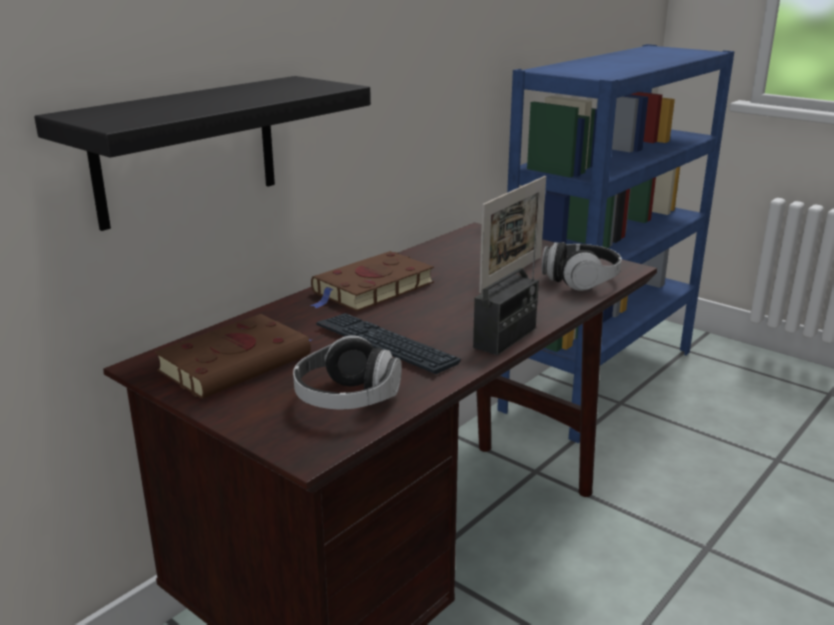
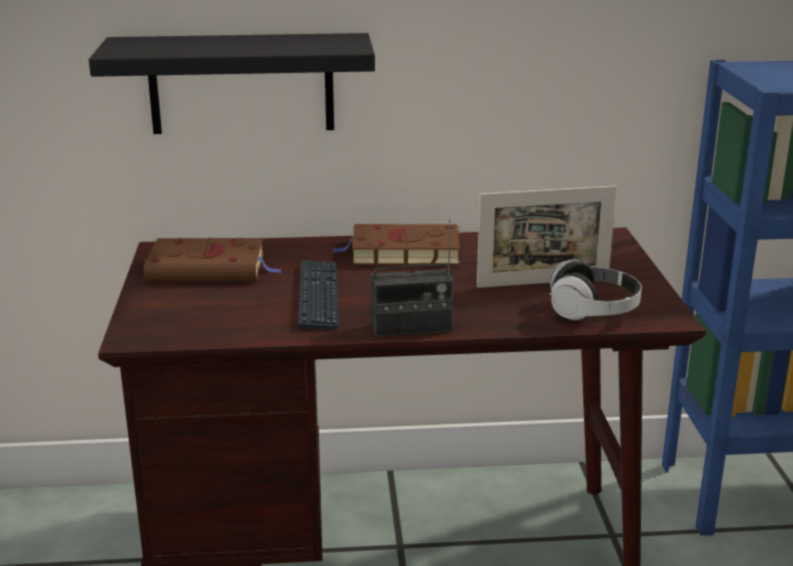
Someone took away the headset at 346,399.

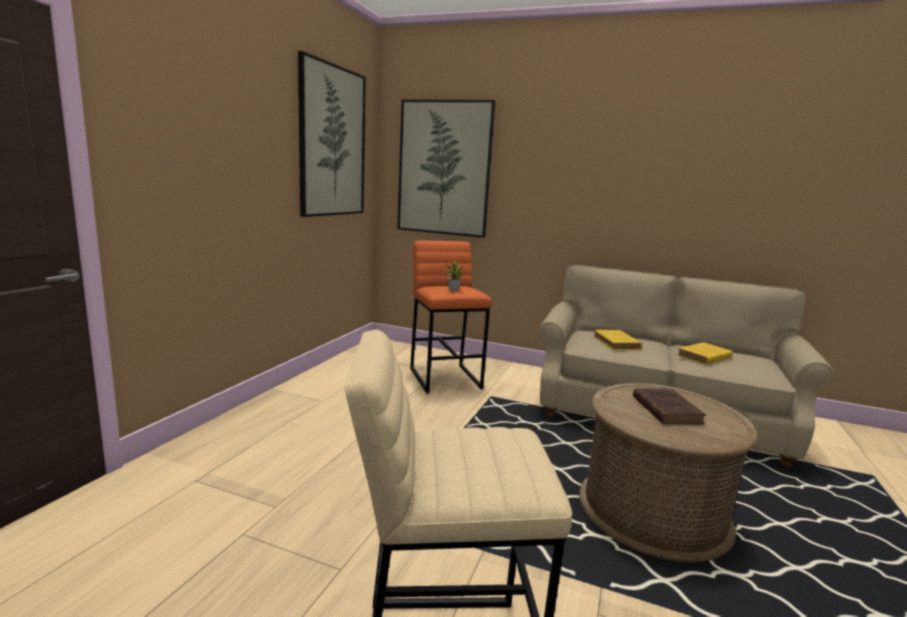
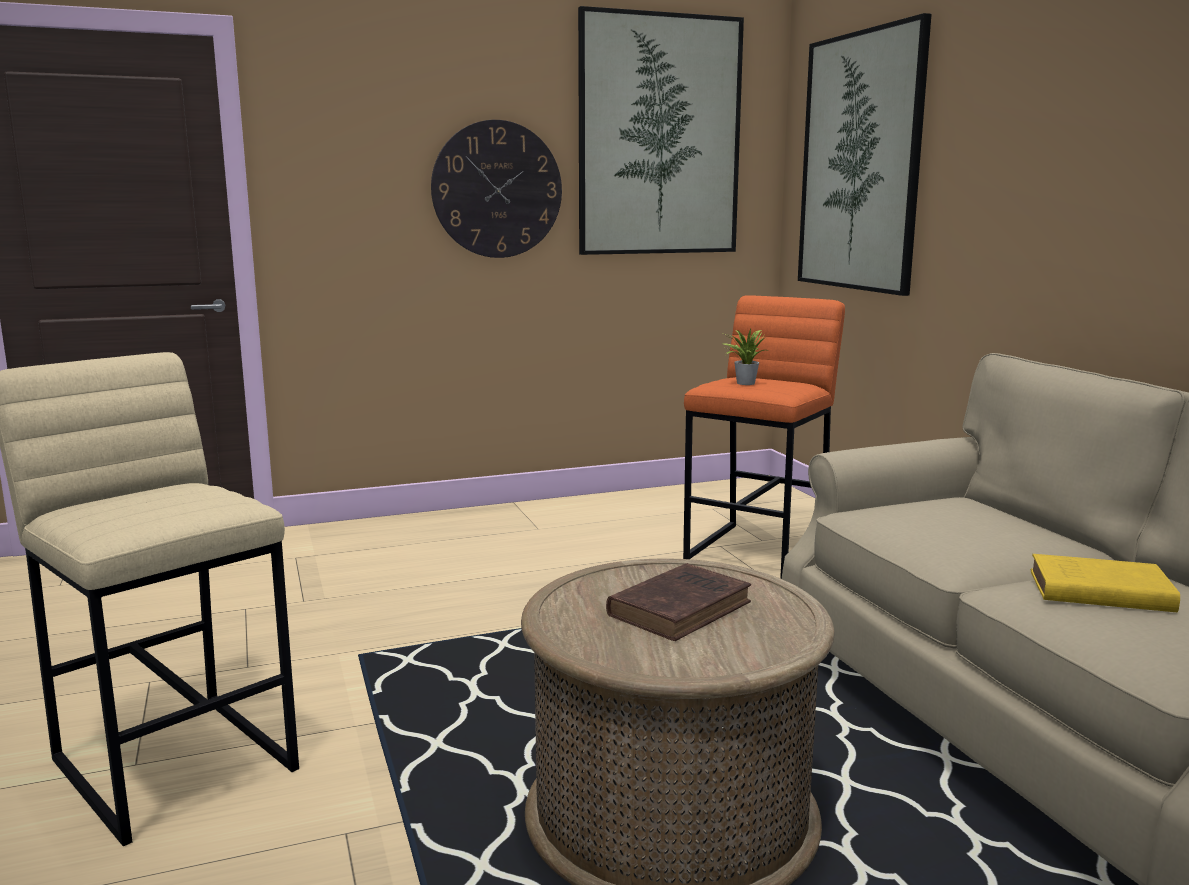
Someone put up the wall clock at 497,189.
Someone took away the yellowish bound book at 617,343.

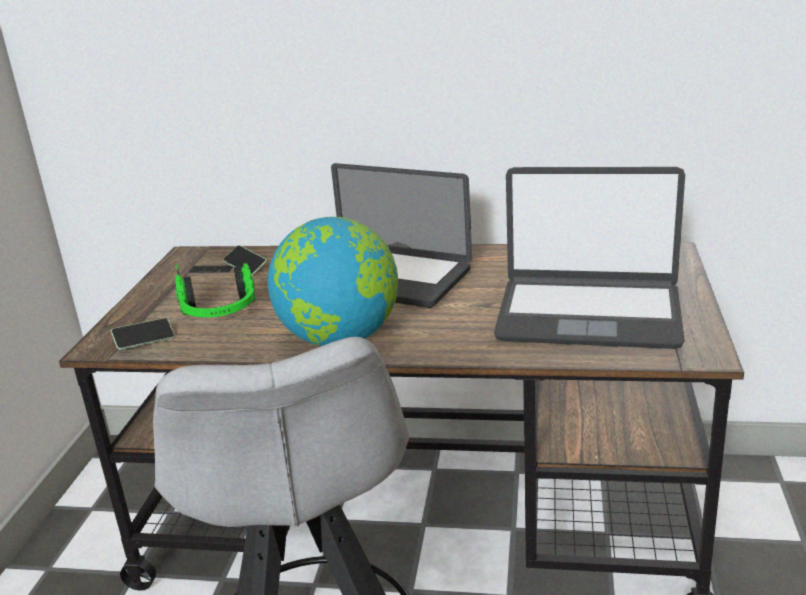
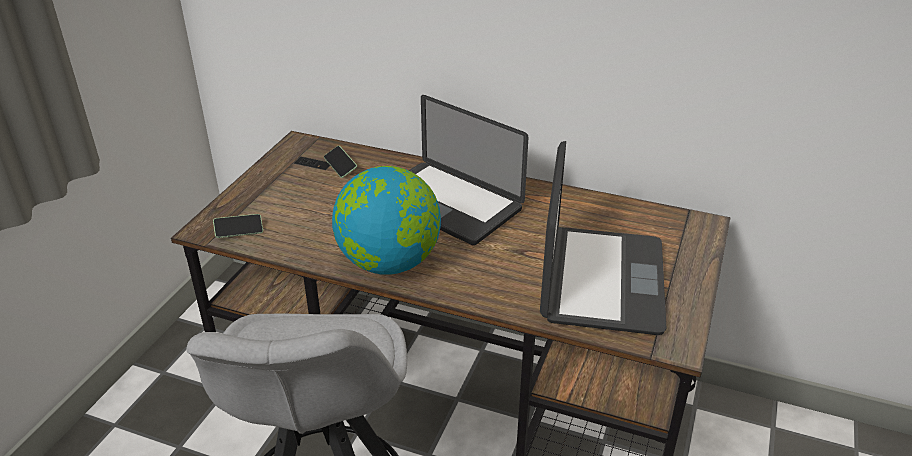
Someone rotated the notebook computer at 588,314 by 105 degrees counterclockwise.
Someone took away the headset at 220,314.

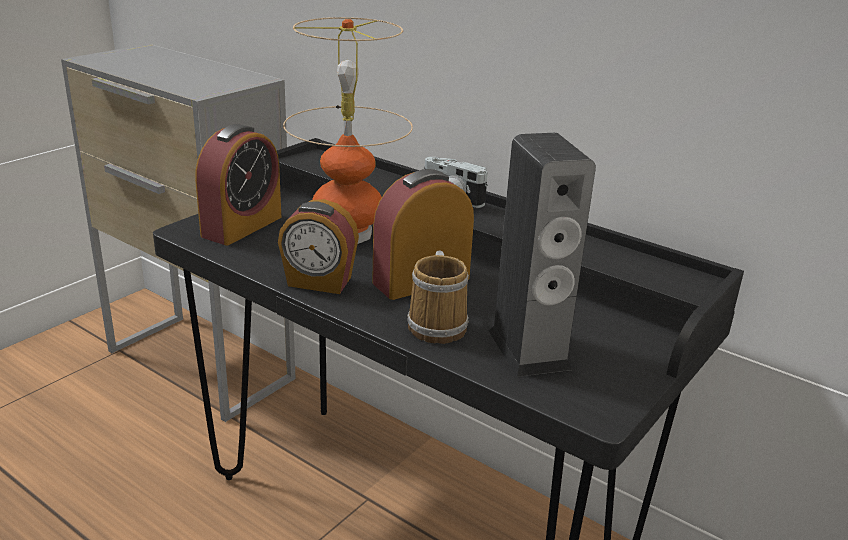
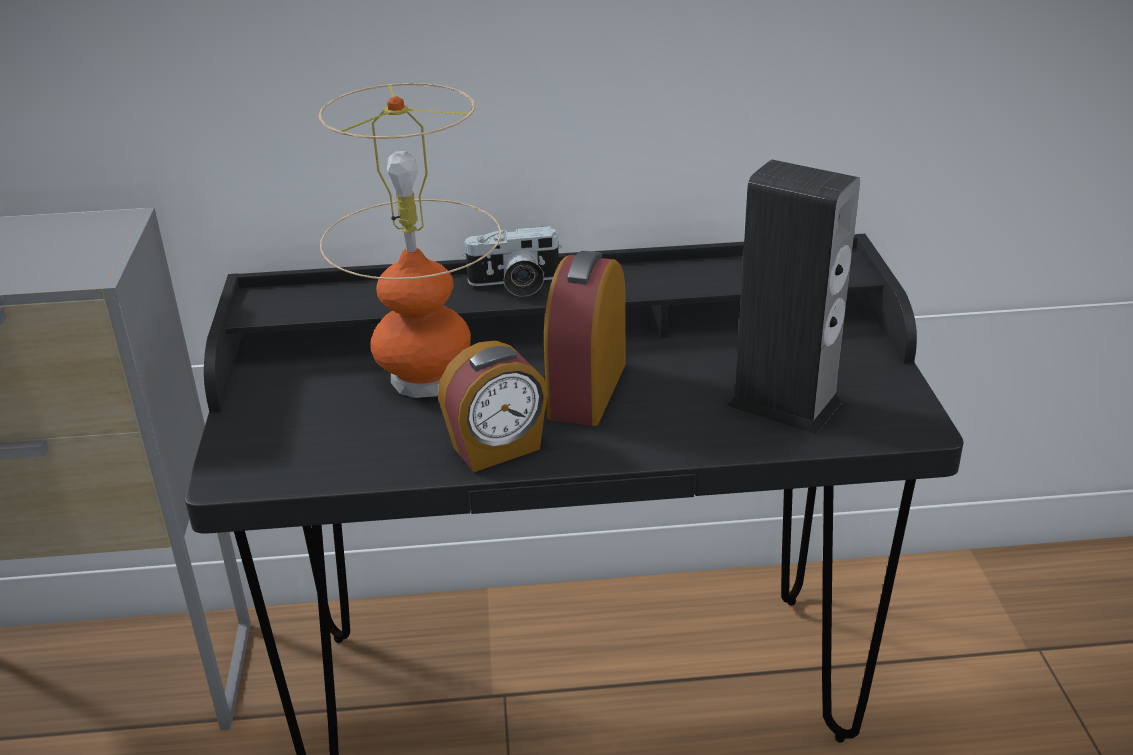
Someone took away the bedside clock at 242,226.
Someone took away the mug at 439,325.

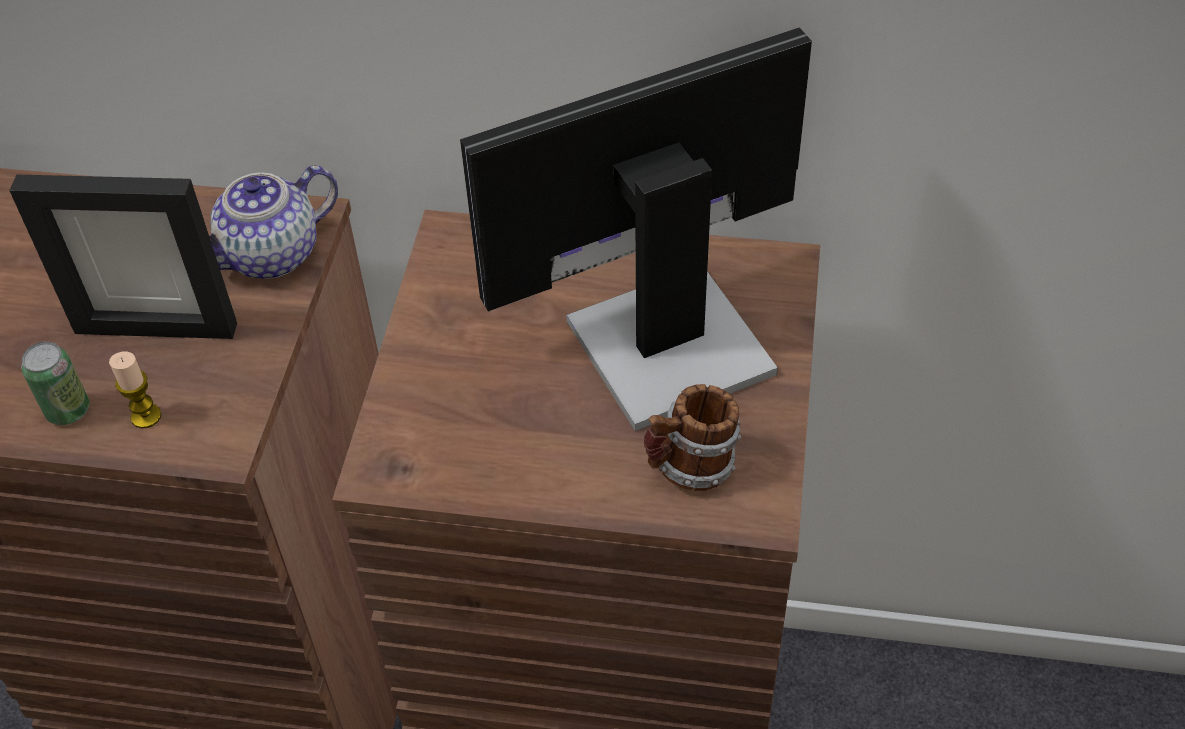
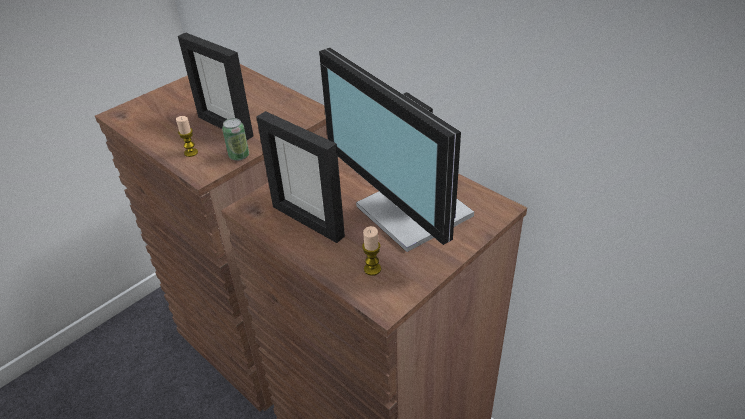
Someone carried the metal can from 68,410 to 239,156.
Someone put down the standing frame at 309,220.
Someone rotated the computer screen at 662,342 by 135 degrees counterclockwise.
Someone swapped the mug at 690,468 for the wax light at 372,269.
Someone took away the teapot at 273,254.

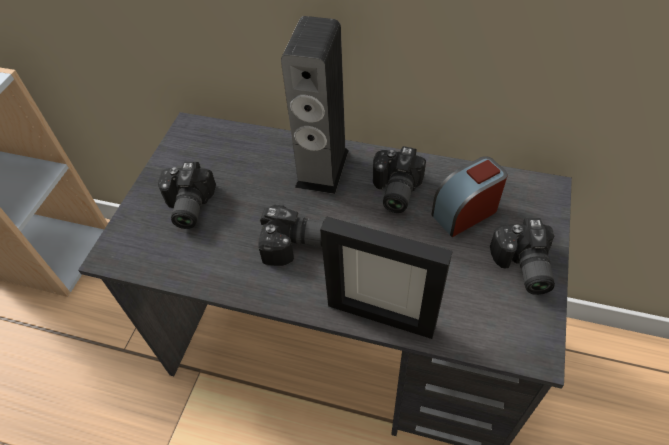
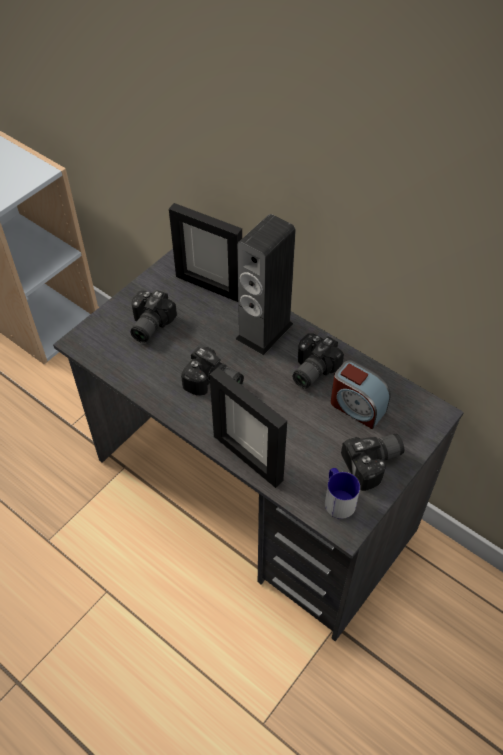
Someone put down the standing frame at 210,285.
Someone put down the mug at 337,499.
Someone rotated the bedside clock at 465,212 by 135 degrees counterclockwise.
Someone rotated the still camera at 521,267 by 135 degrees counterclockwise.

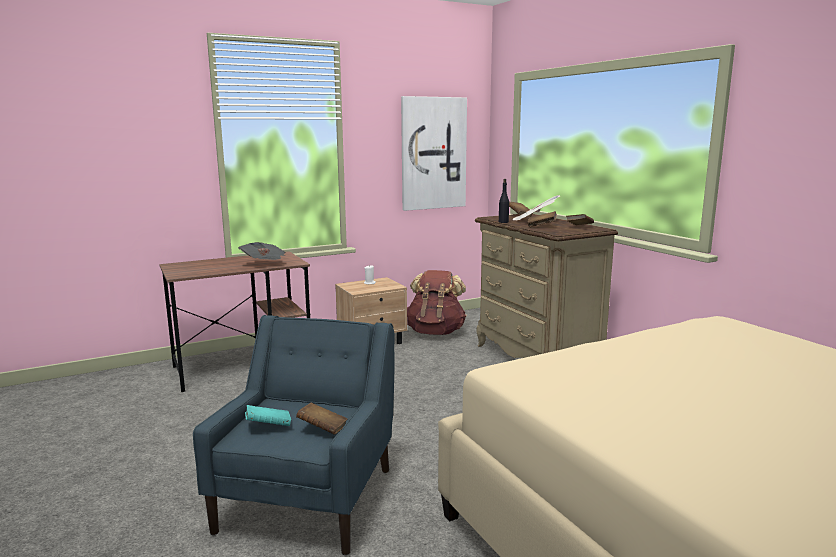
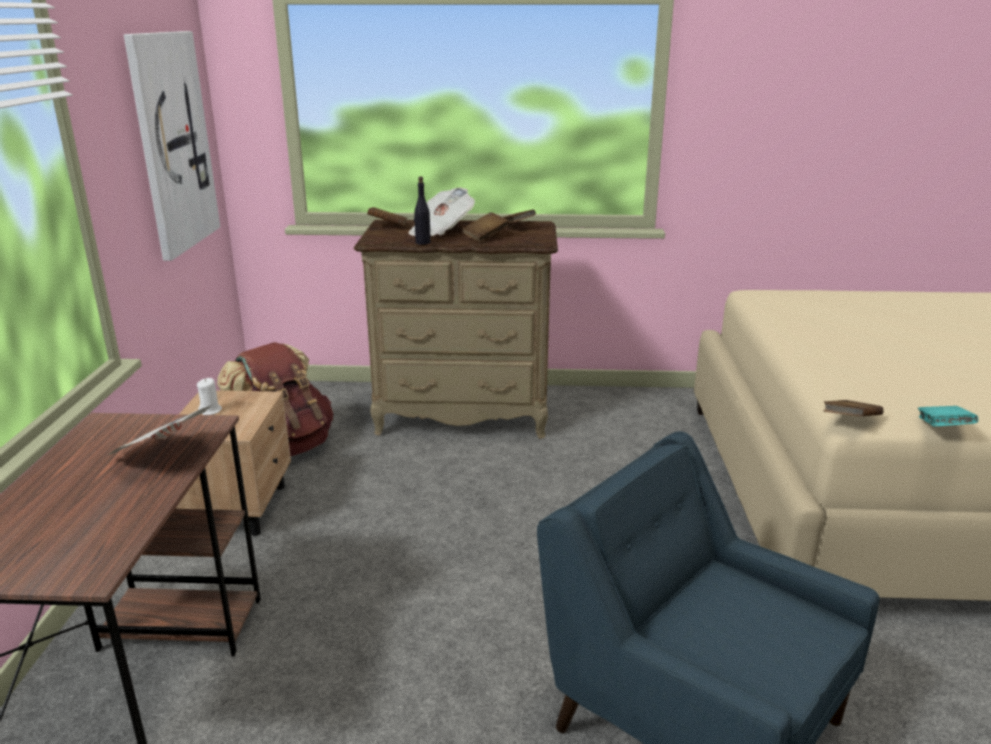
Someone carried the brown bound book from 322,429 to 850,422.
Someone carried the turquoise bound book from 268,426 to 942,429.

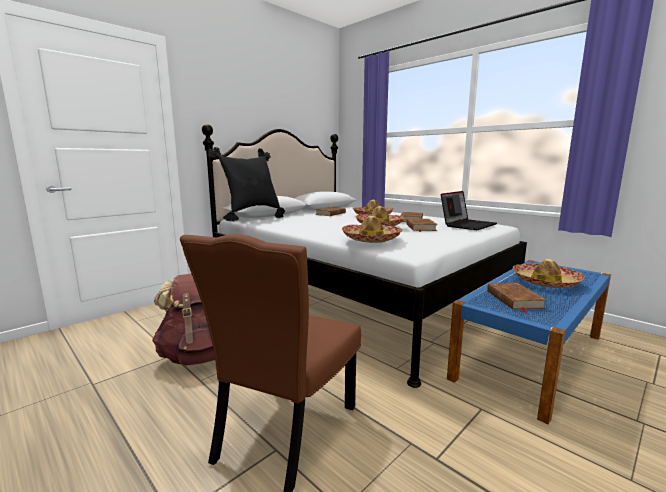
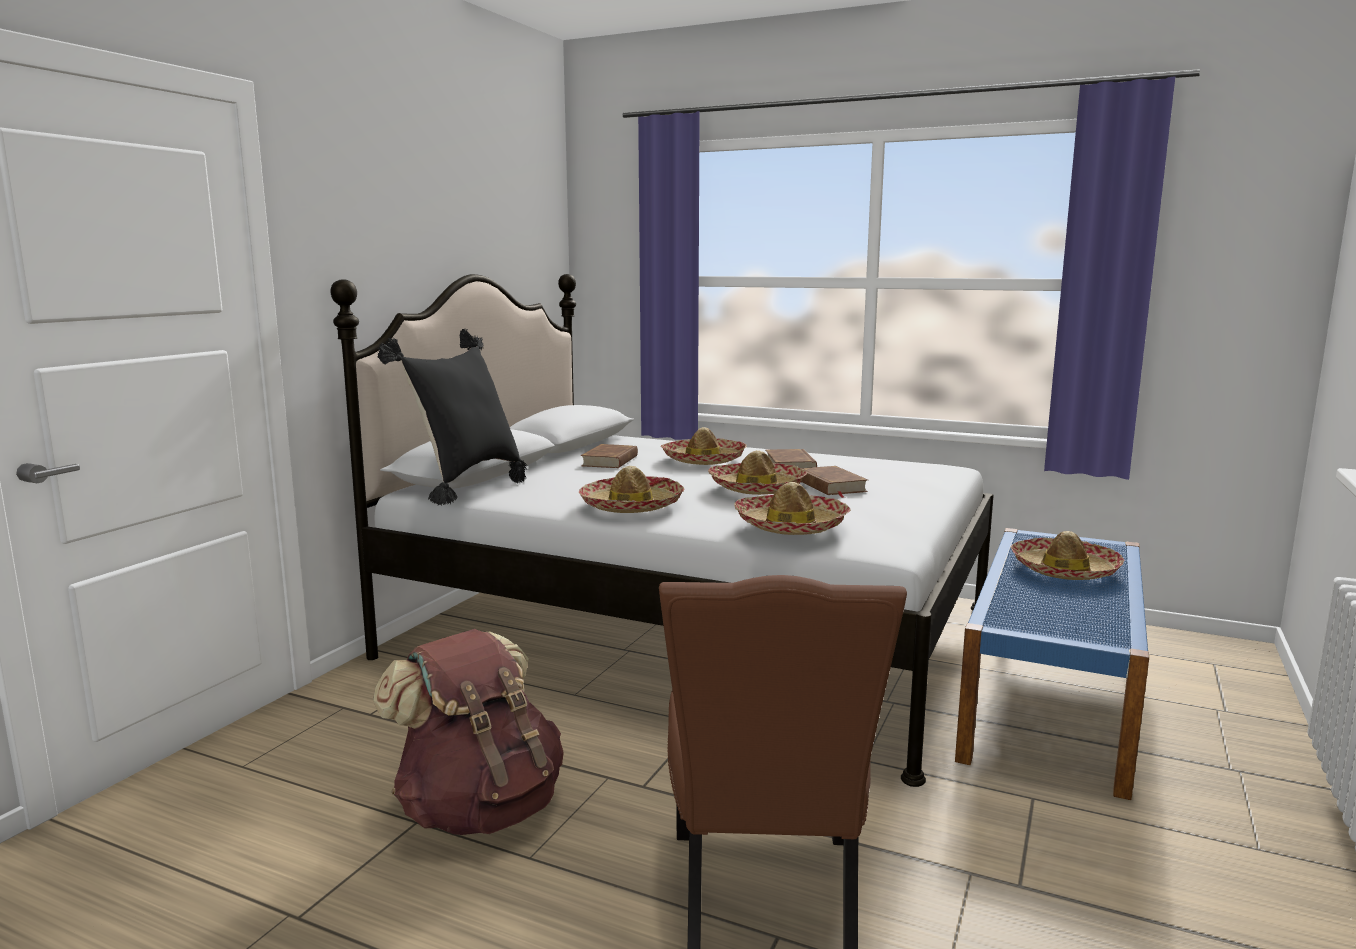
Someone put down the hat at 631,506.
Someone took away the notebook computer at 467,225.
Someone took away the brown bound book at 514,299.

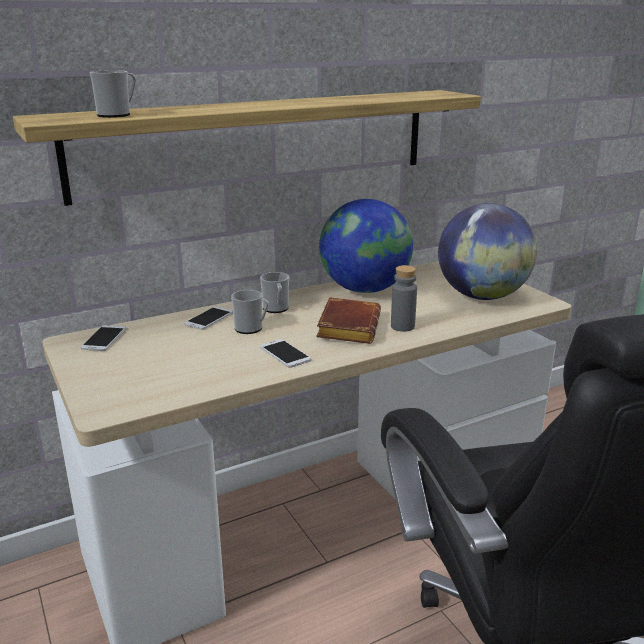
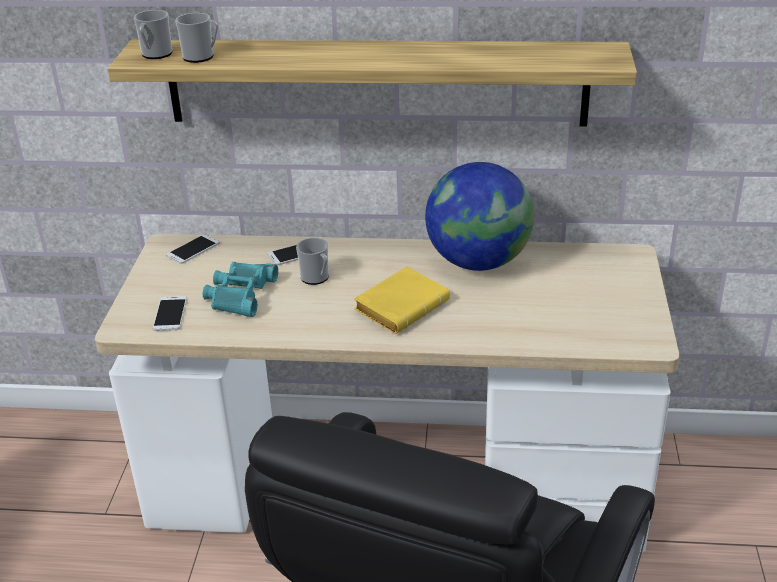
Someone carried the mug from 276,309 to 155,55.
Someone carried the telephone from 285,354 to 170,314.
Someone put down the turquoise binoculars at 239,294.
Someone repainted the brown bound book at 347,326, which became the yellowish bound book at 401,305.
Someone took away the greyish beverage bottle at 402,326.
Someone took away the world globe at 482,296.

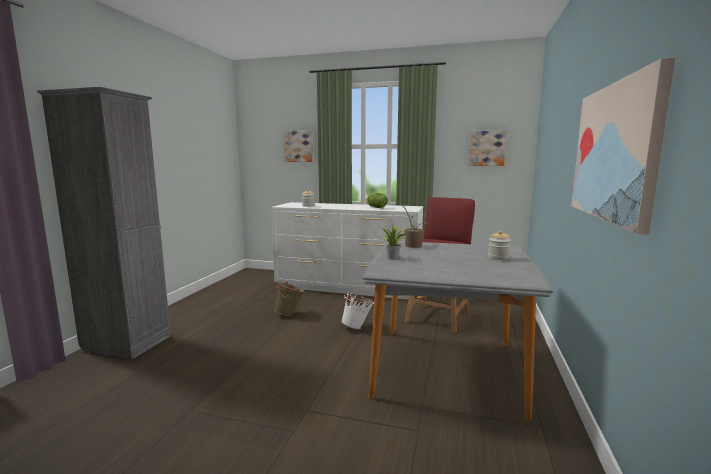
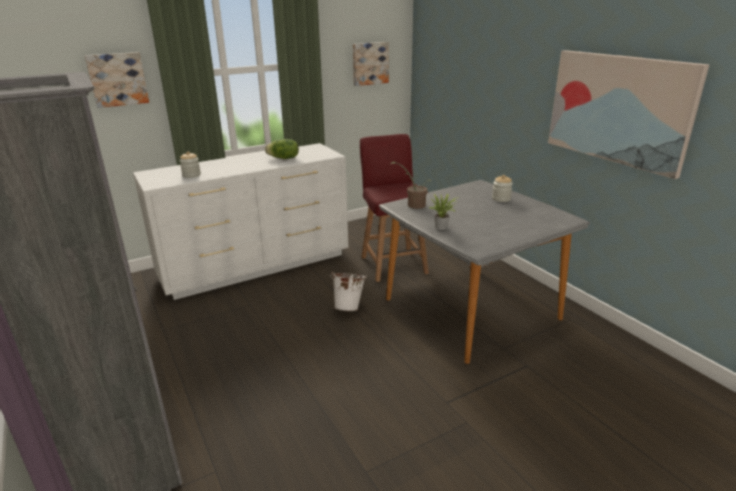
Someone took away the green-coloured pail at 290,314.

